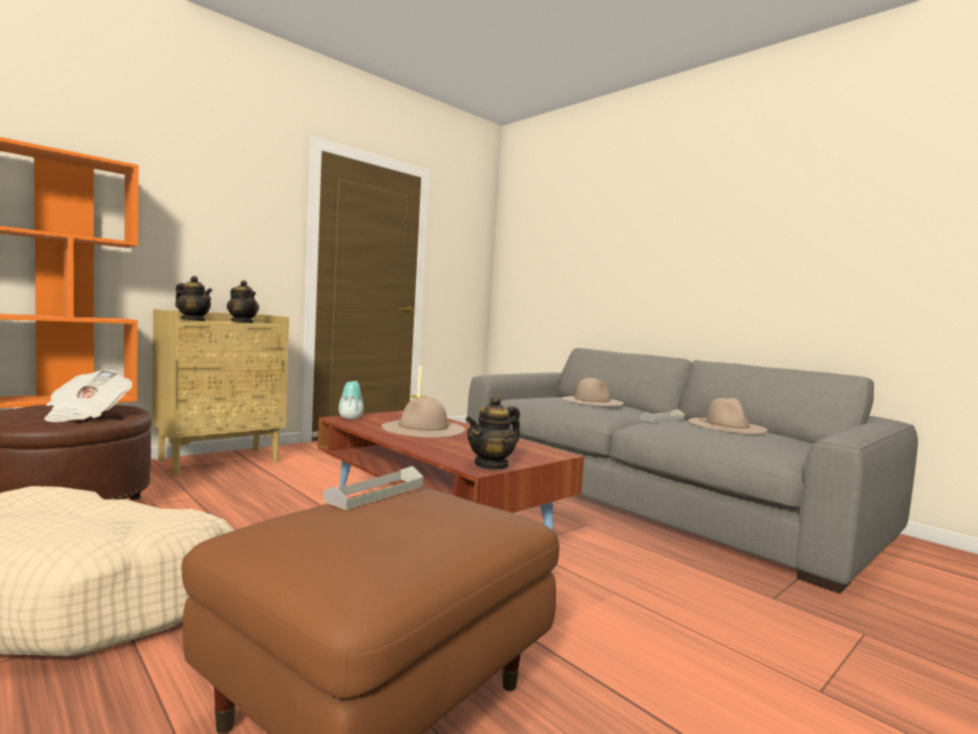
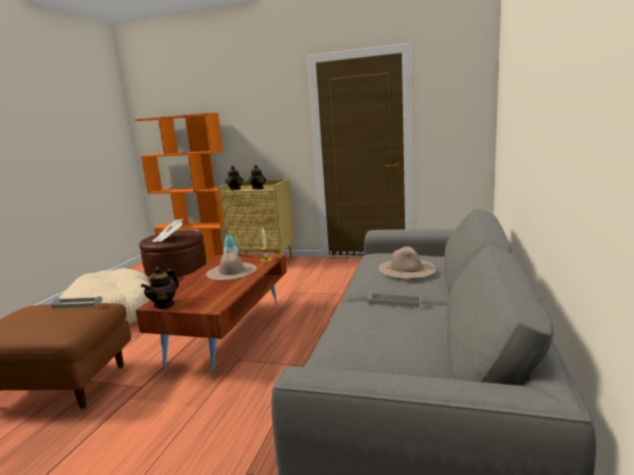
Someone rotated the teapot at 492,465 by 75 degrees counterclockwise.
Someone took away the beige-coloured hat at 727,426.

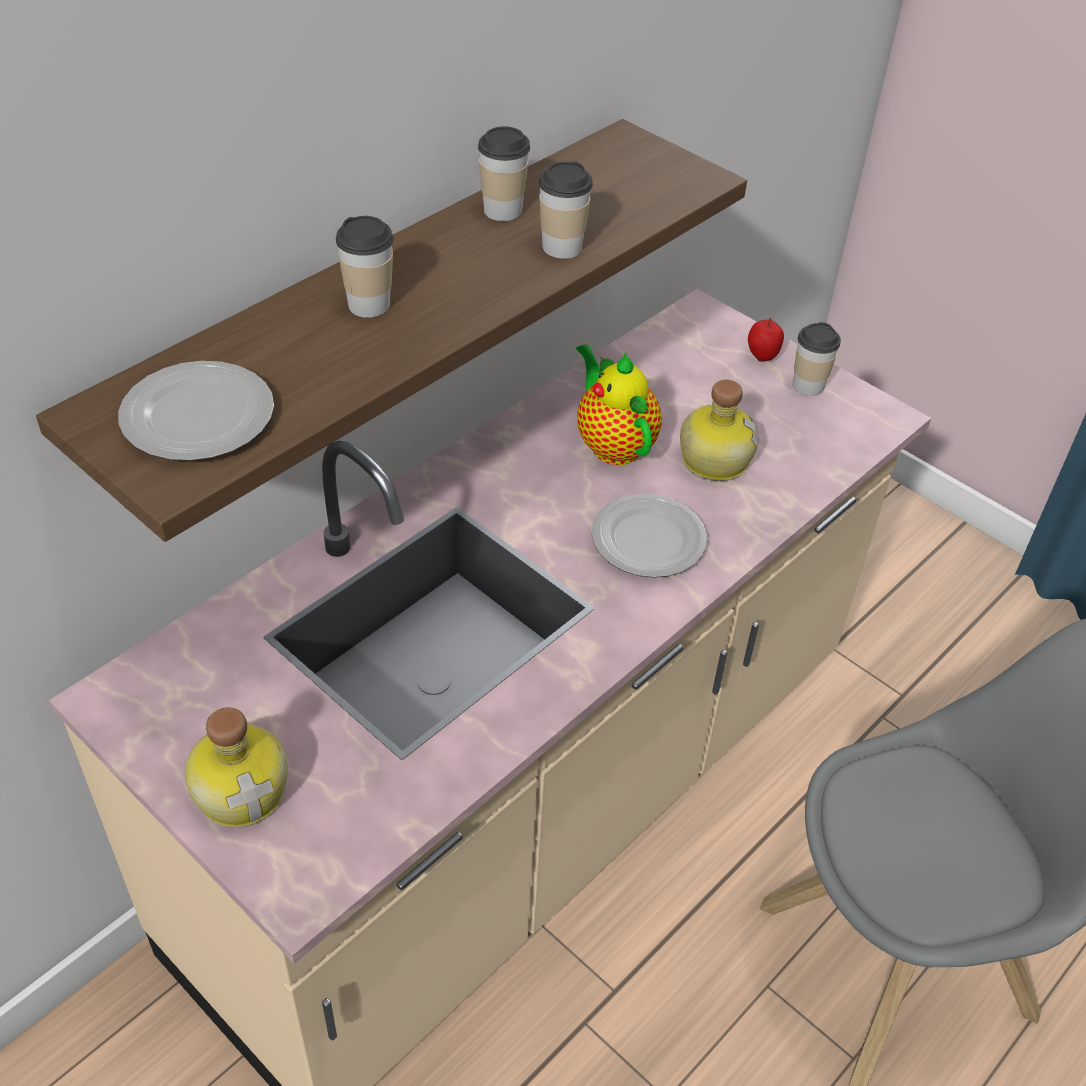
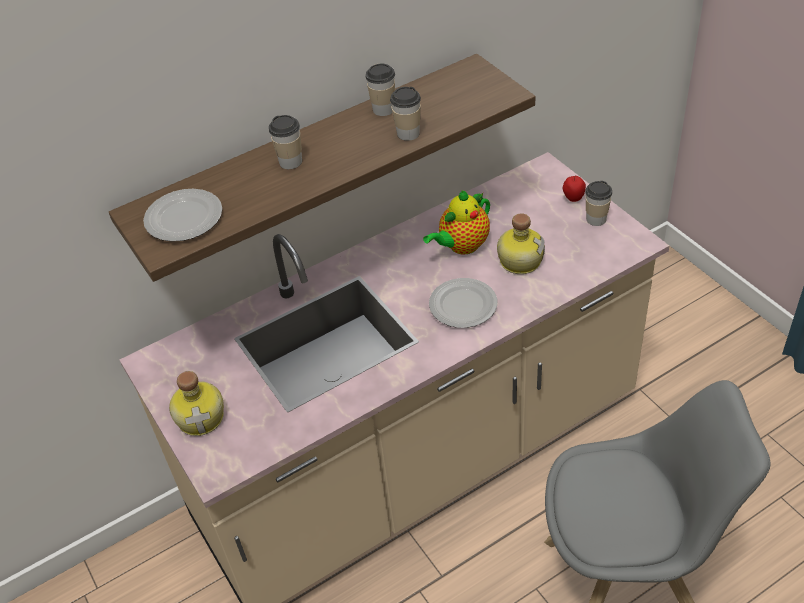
Someone rotated the teapot at 613,444 by 120 degrees counterclockwise.

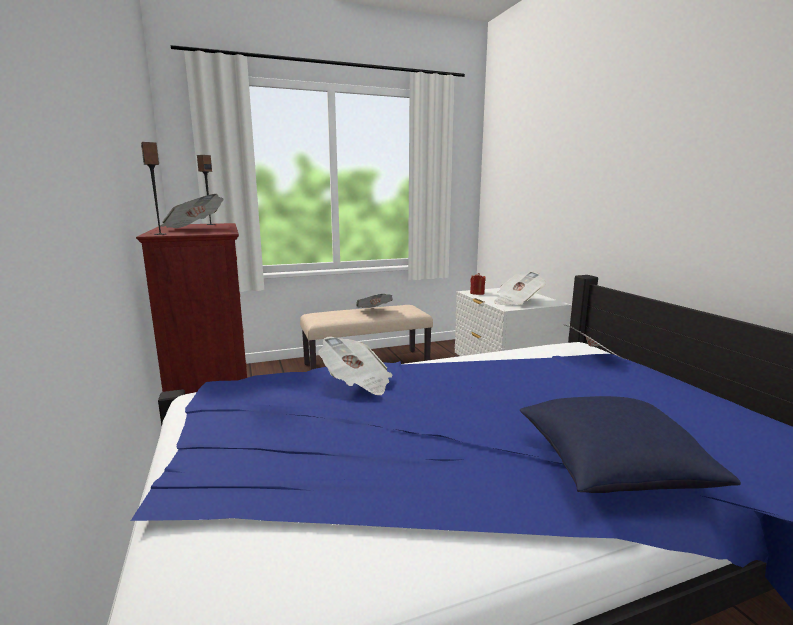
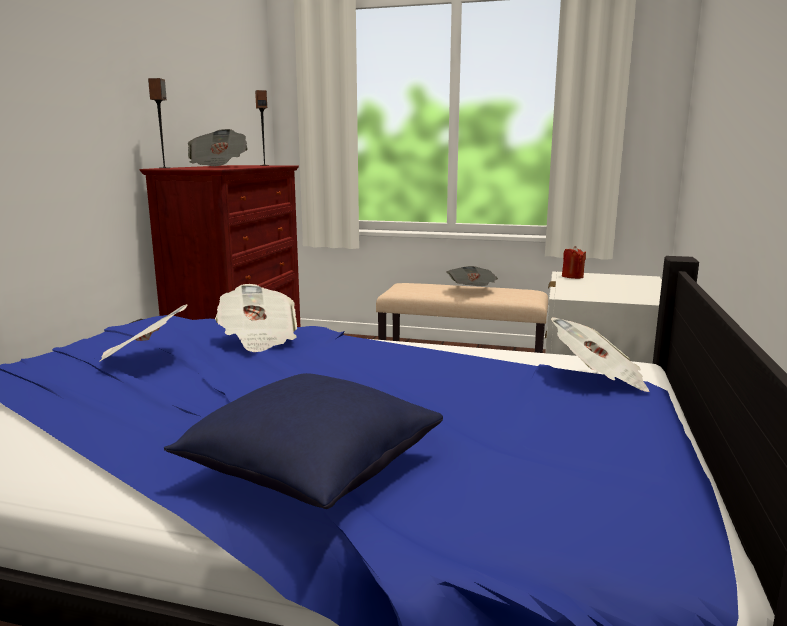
Someone carried the newspaper from 517,302 to 143,357.

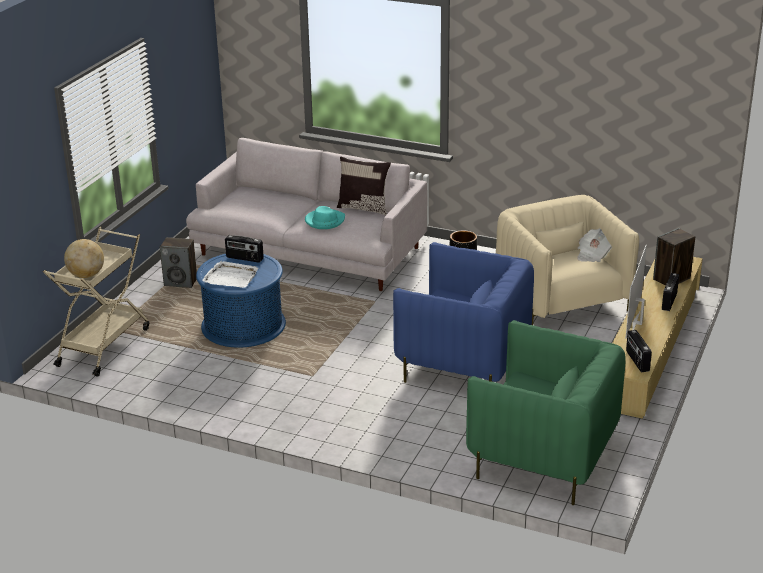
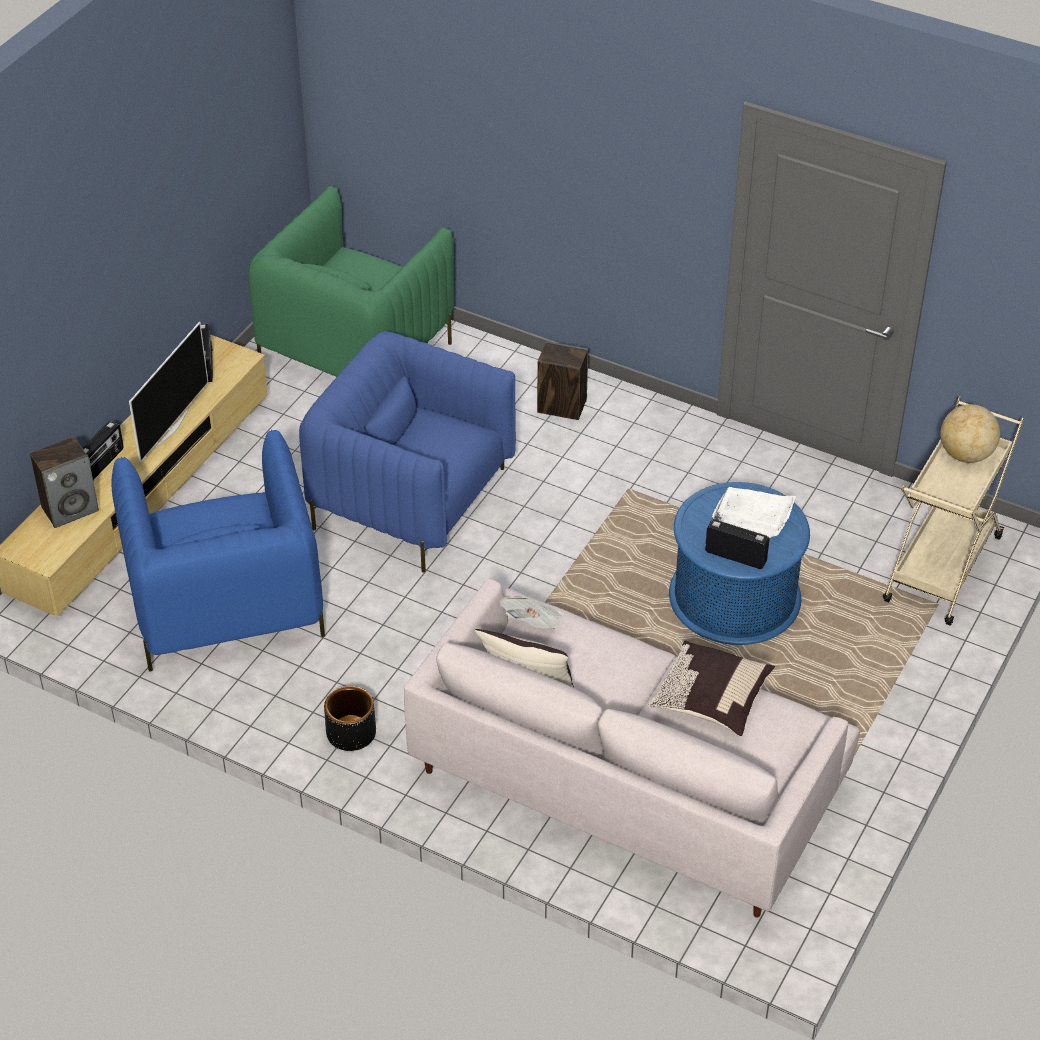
Someone repainted the beige-coloured lounge chair at 561,301, which became the blue-coloured lounge chair at 224,605.
Someone rotated the green-coloured lounge chair at 545,454 by 90 degrees counterclockwise.
Someone carried the newspaper from 593,255 to 533,624.
Someone carried the loudspeaker from 181,282 to 561,407.
Someone put down the cushion at 710,698.
Someone took away the turquoise hat at 324,221.

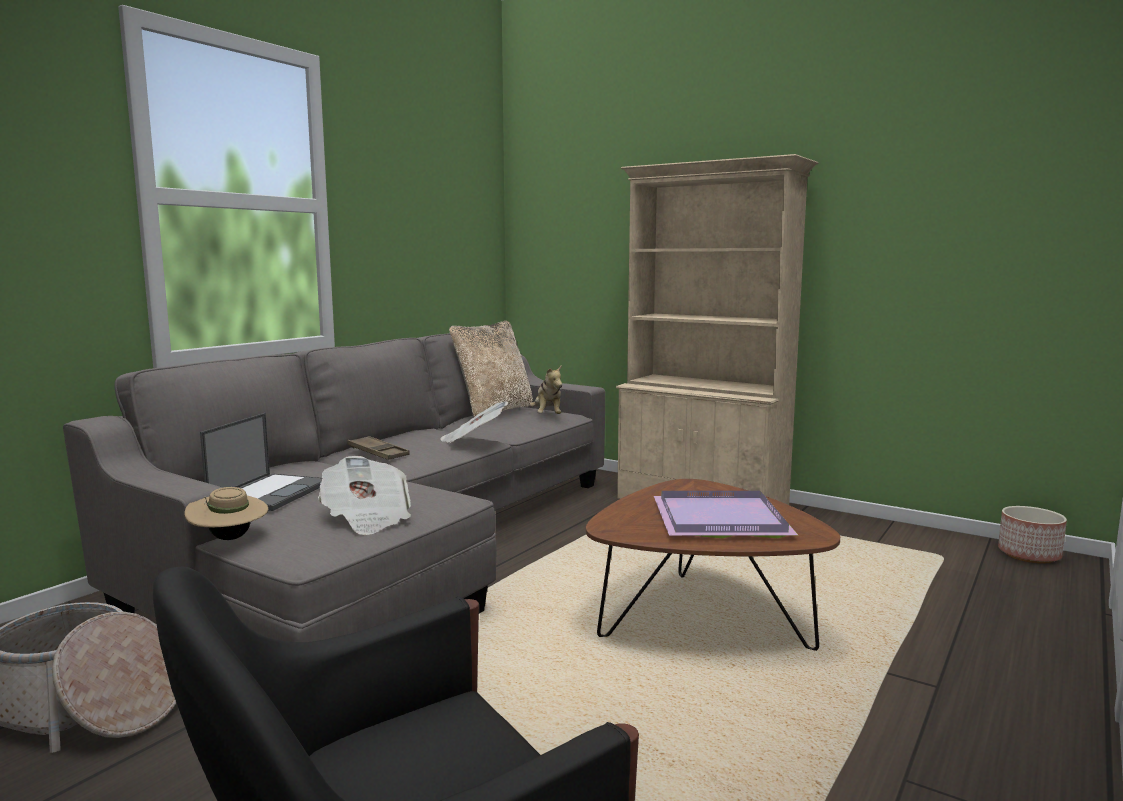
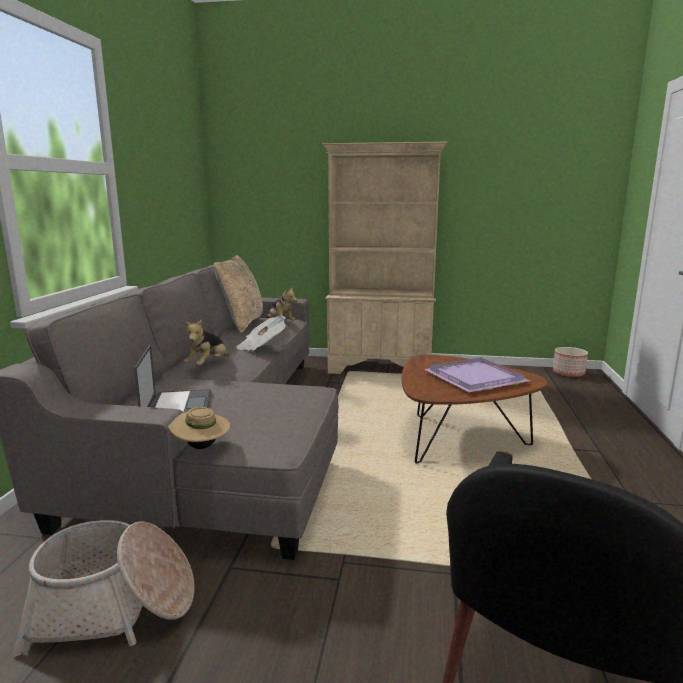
Someone swapped the brown carrying tray at 378,453 for the cuddly toy at 208,364.
Someone took away the newspaper at 367,519.

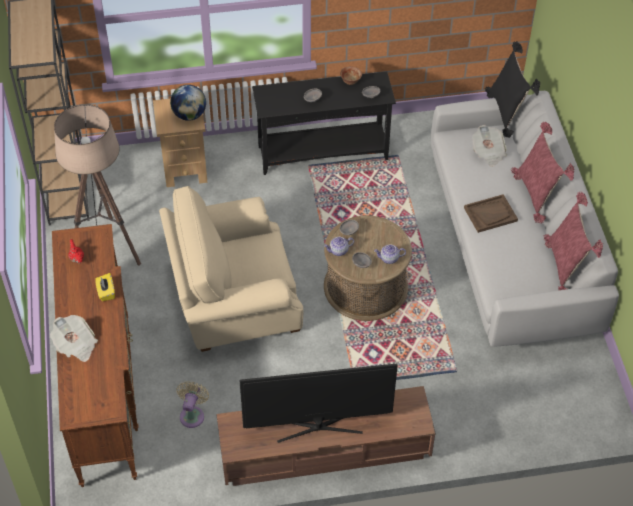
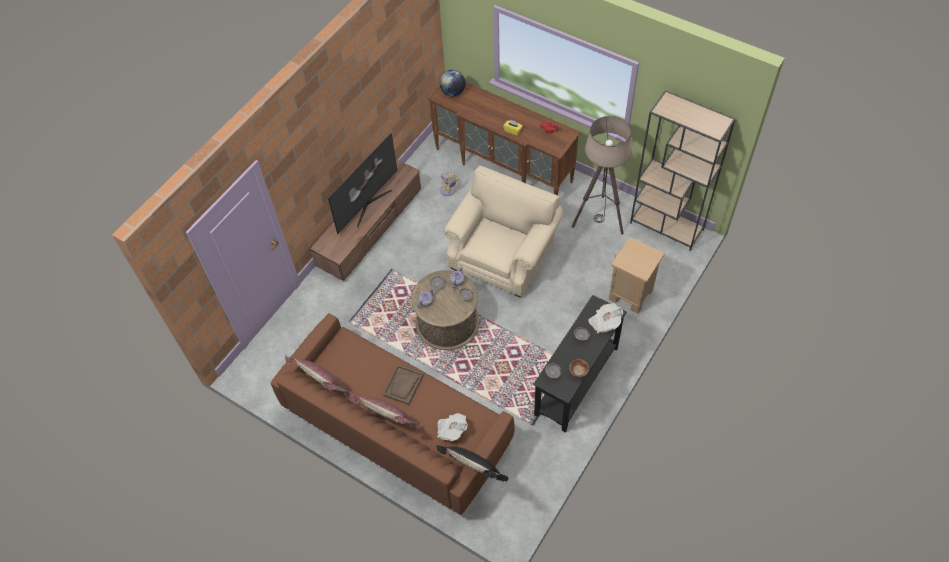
Someone repainted the whitish sofa at 510,245, which became the brown sofa at 397,426.
Someone carried the world globe from 189,115 to 453,92.
Someone carried the newspaper from 76,345 to 604,322.

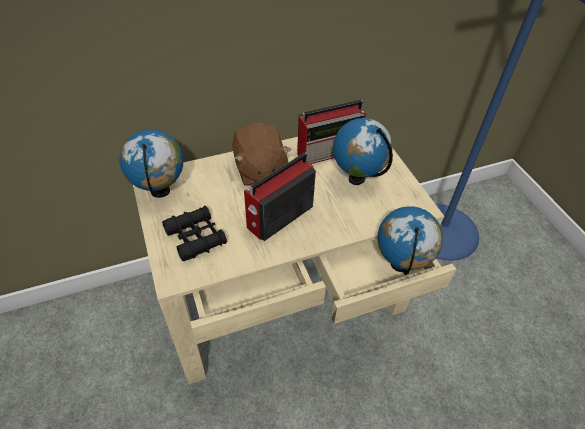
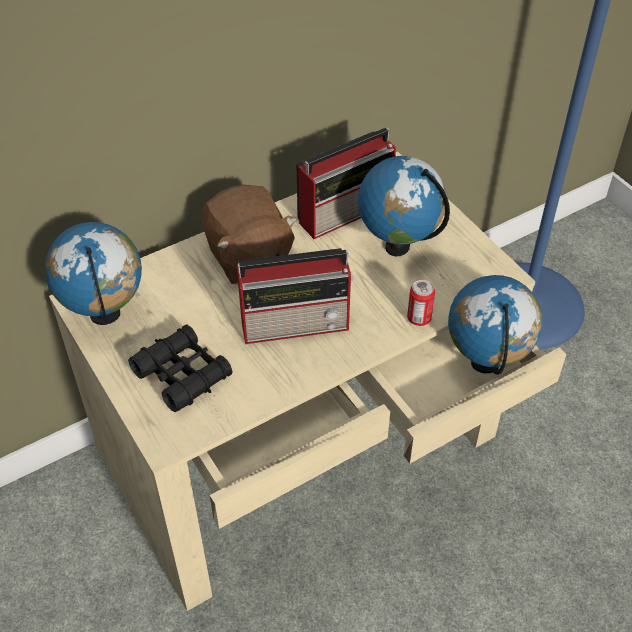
Someone rotated the radio set at 278,217 by 135 degrees counterclockwise.
Someone put down the metal can at 419,318.

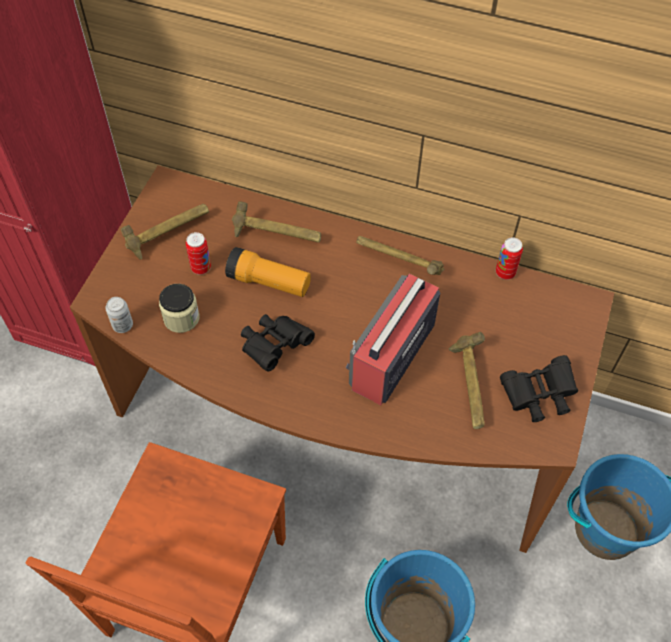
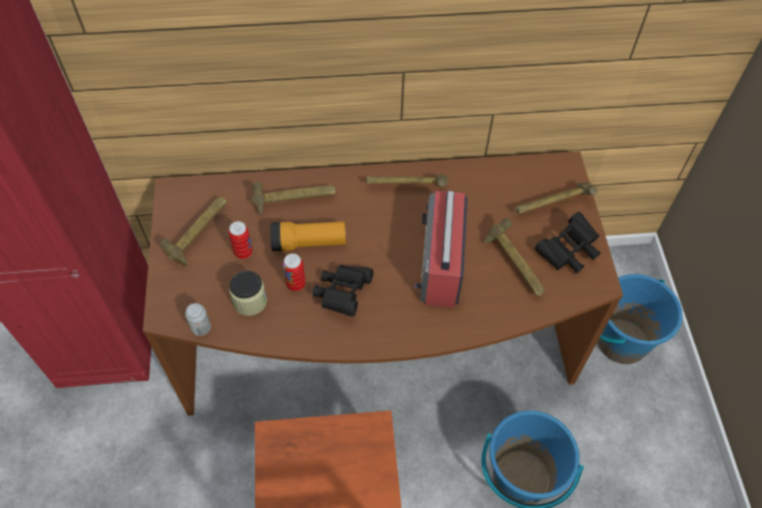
Someone carried the metal can from 505,273 to 296,284.
Someone put down the tool hammer at 552,205.

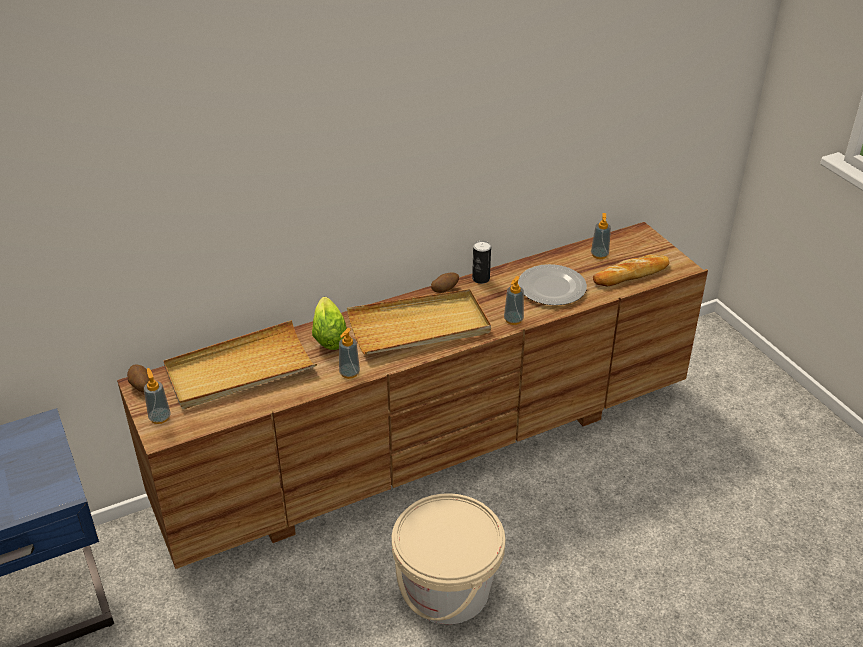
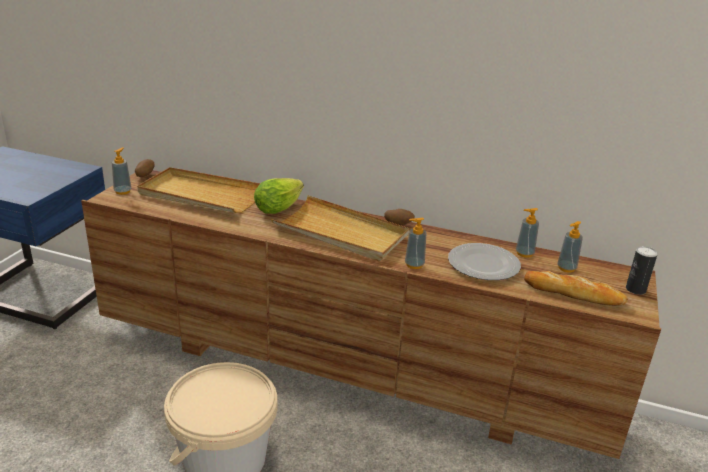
Someone carried the liquid soap bottle from 349,373 to 524,253.
Someone carried the metal can from 481,279 to 635,289.

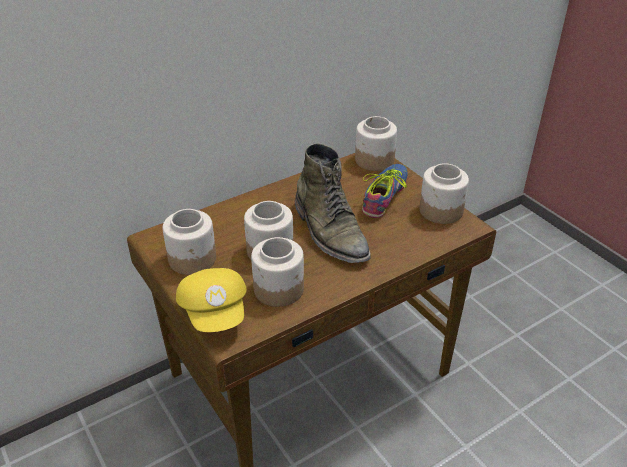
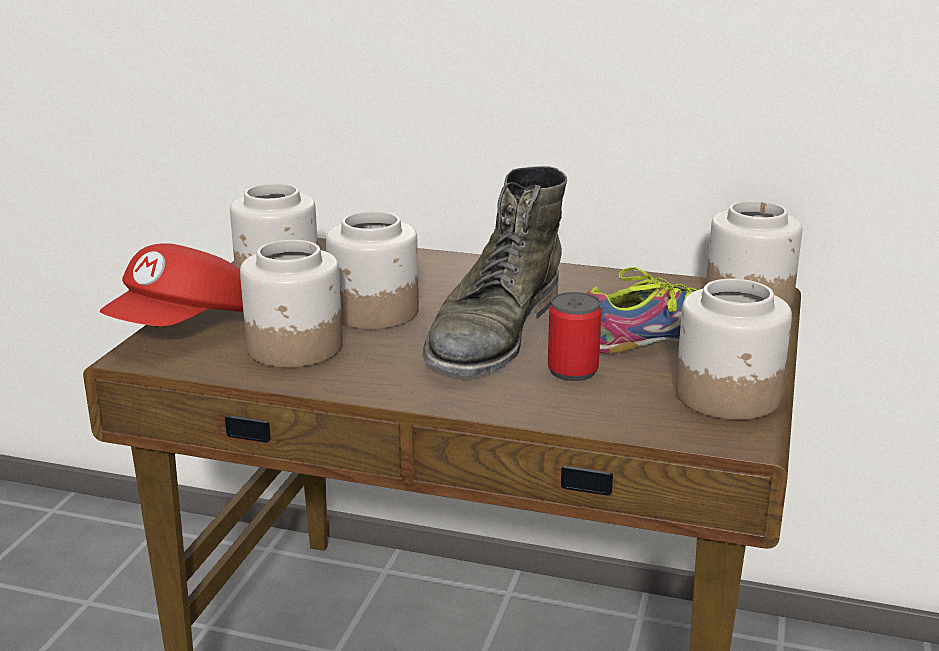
Someone repainted the yellowish cap at 216,312, which became the red cap at 187,328.
Someone put down the metal can at 572,371.

